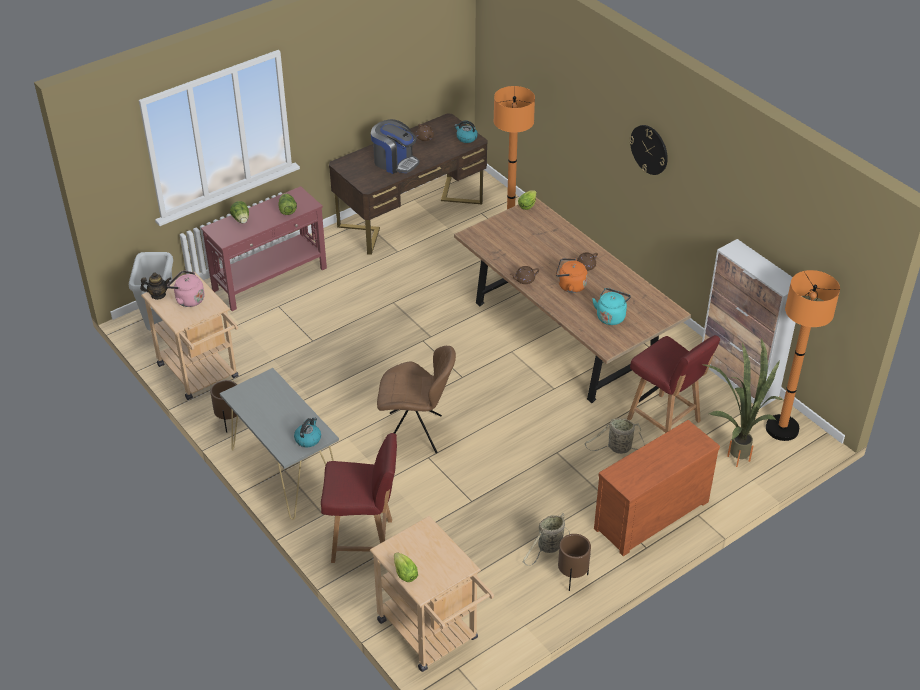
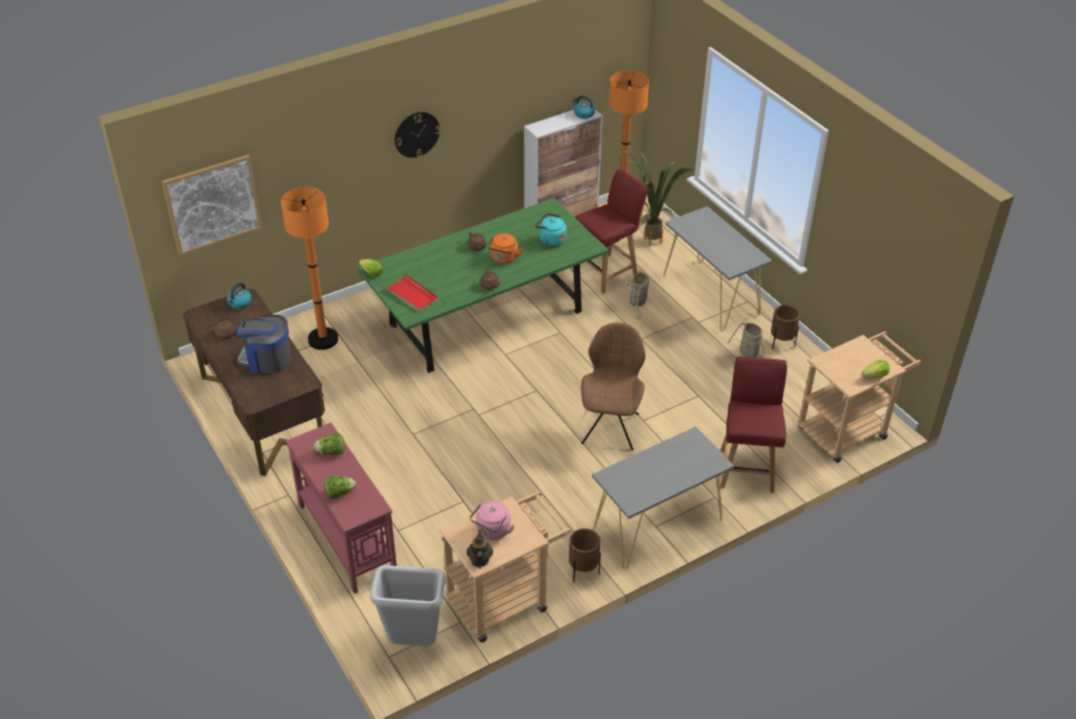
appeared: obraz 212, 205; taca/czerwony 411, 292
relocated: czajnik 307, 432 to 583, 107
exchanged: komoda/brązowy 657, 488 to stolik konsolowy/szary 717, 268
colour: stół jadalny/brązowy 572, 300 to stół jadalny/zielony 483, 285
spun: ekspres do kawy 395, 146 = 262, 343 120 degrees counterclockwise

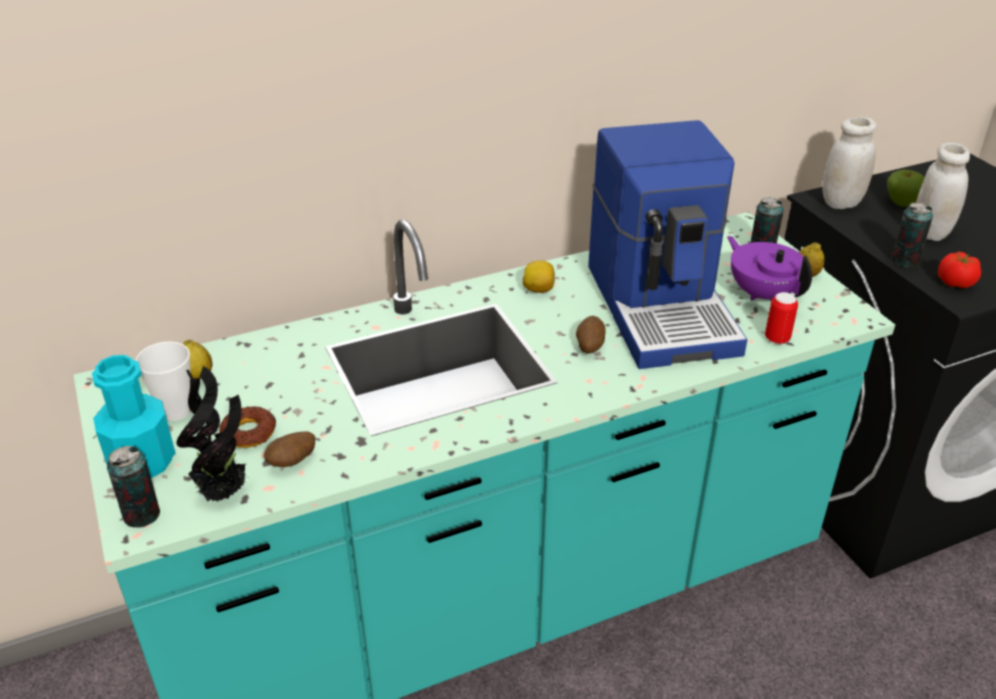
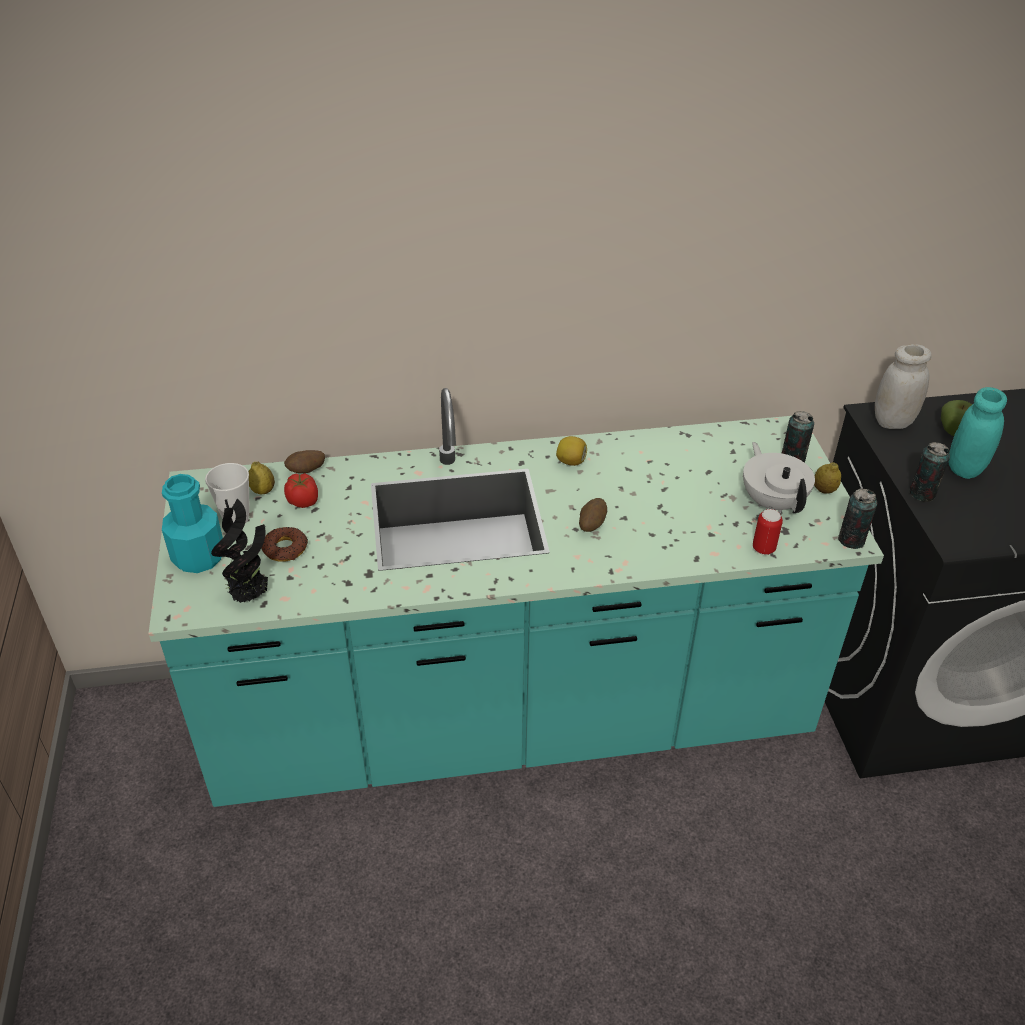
missing: ekspres do kawy 667, 244
relocated: puszka 133, 487 to 857, 519; ziemniak 289, 449 to 304, 461; pomidor 959, 270 to 301, 490
colour: imbryk/fioletowy 769, 268 to imbryk/biały 779, 477; słoik/biały 943, 191 to słoik/turkusowy 978, 433

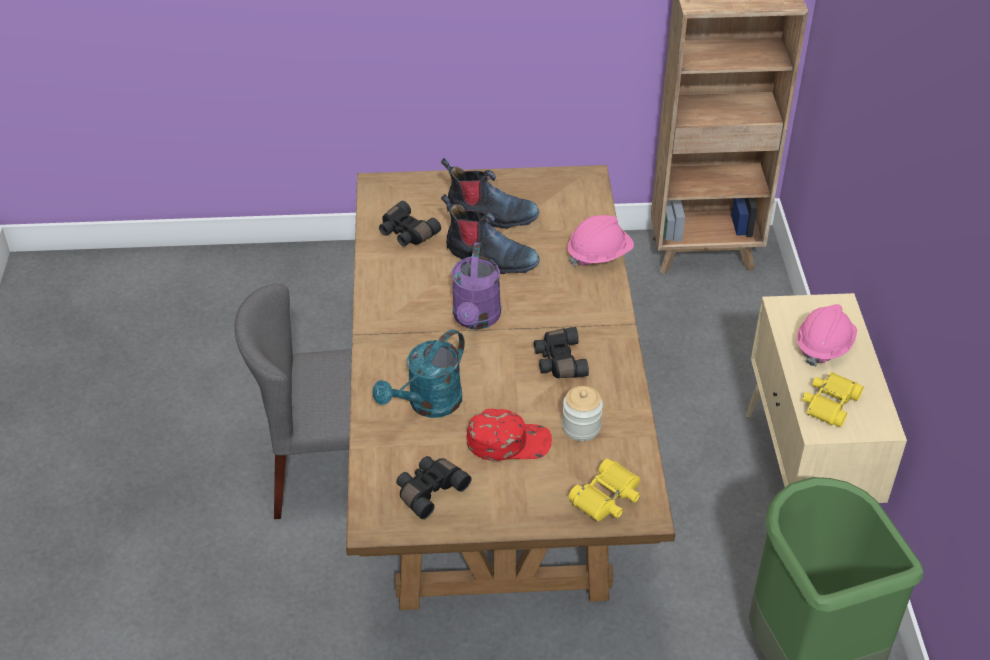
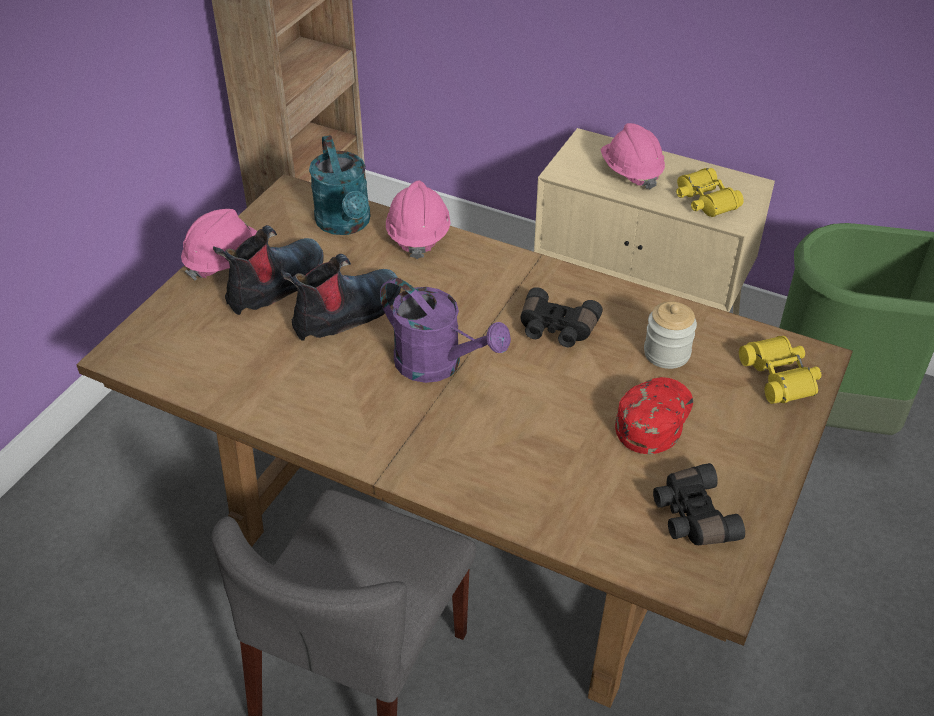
missing: lornetka/czarny 410, 223
appeared: kask/różowy 219, 245
relocated: konewka/turkusowy 419, 373 to 340, 185

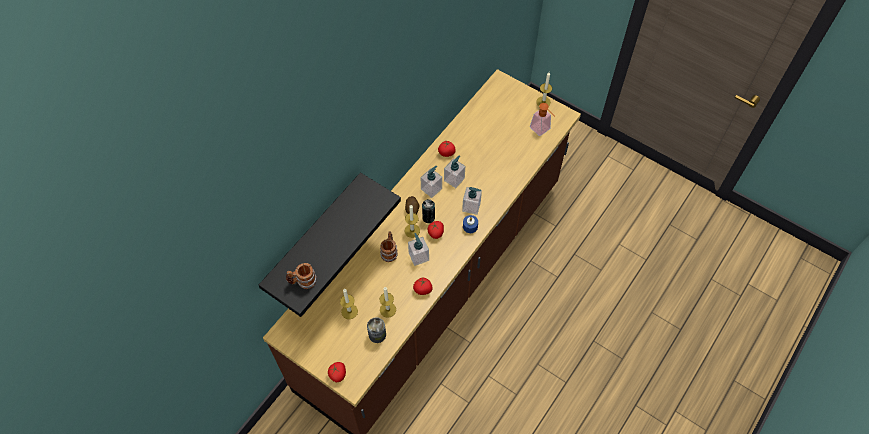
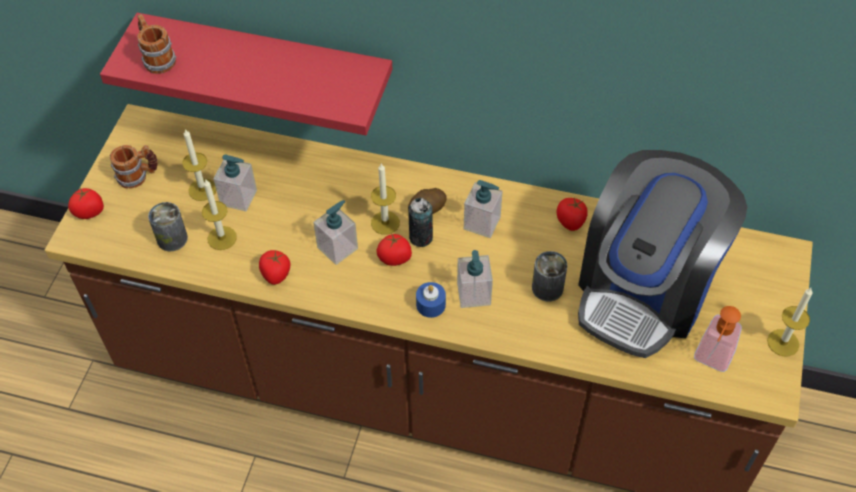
appeared: puszka 549, 276; ekspres do kawy 662, 254
relocated: kubek 389, 246 to 134, 167; dozownik mydła 454, 171 to 235, 182
colour: półka/czarny 330, 244 to półka/czerwony 246, 74

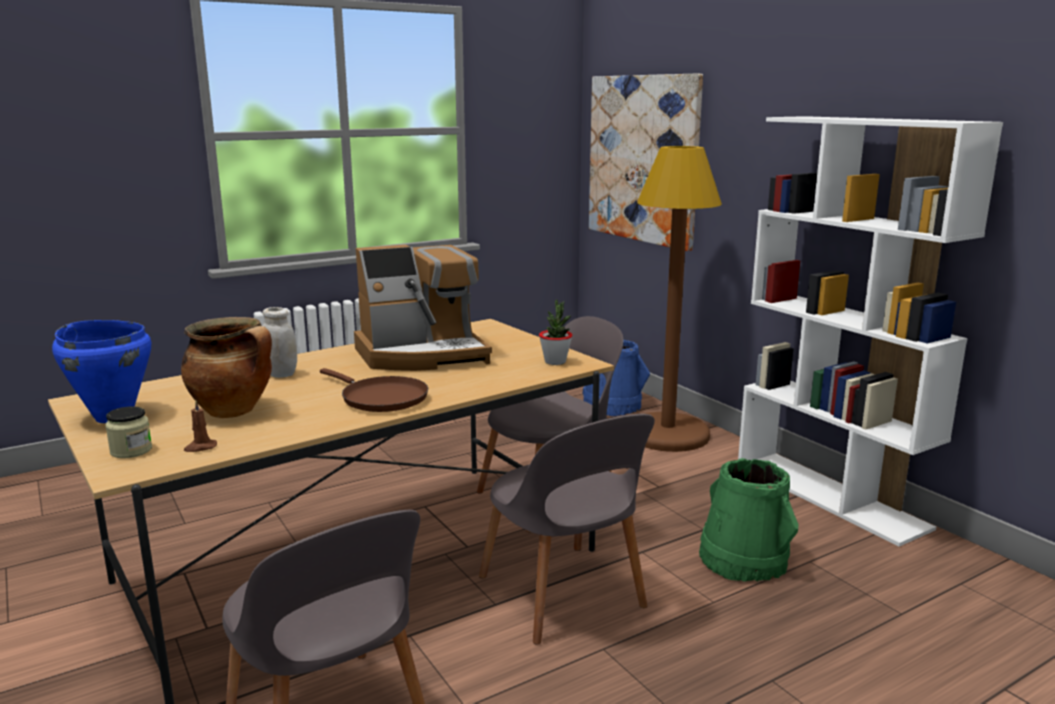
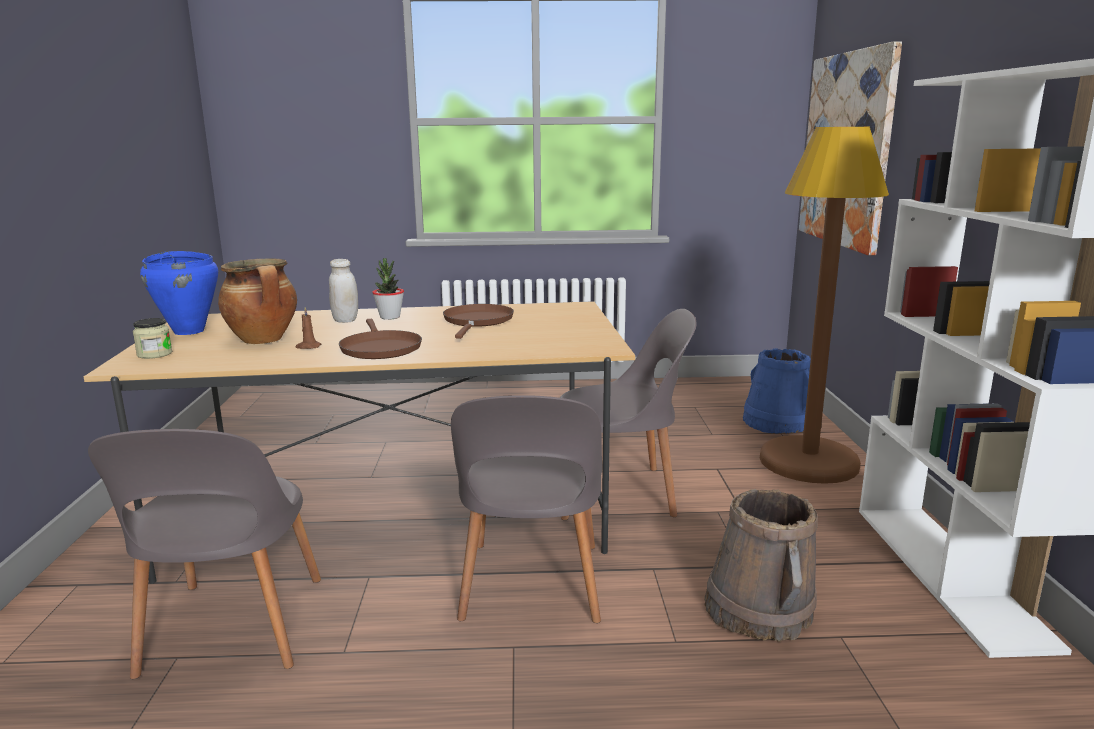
relocated: świeca/brązowy 200, 426 to 309, 328; roślina doniczkowa 555, 332 to 388, 289
exchanged: ekspres do kawy 423, 308 to patelnia/brązowy 478, 321
colour: wiadro/zielony 749, 519 to wiadro/brązowy 761, 565

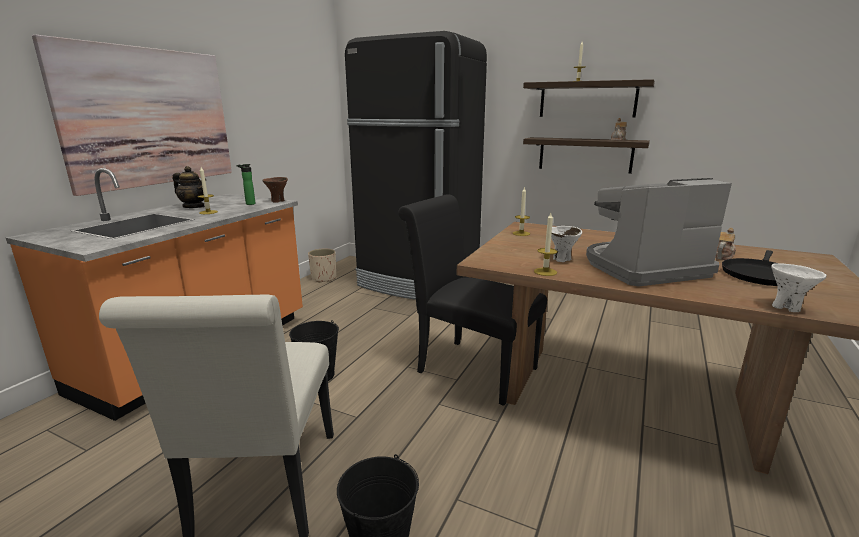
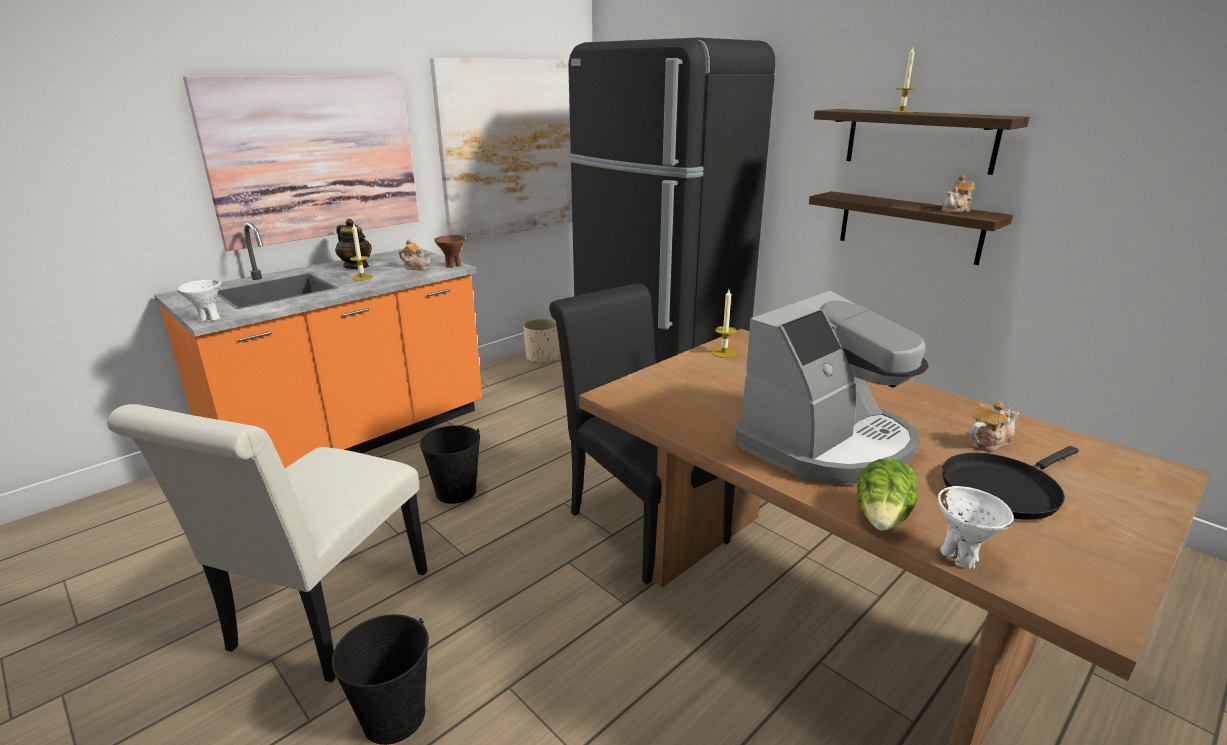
missing: świeca 545, 244
appeared: obraz 501, 150; sałata 887, 494
relocated: miska/biały 566, 244 to 199, 301
exchanged: butelka 246, 184 to imbryk 415, 255
spun: ekspres do kawy 659, 232 = 831, 388 135 degrees clockwise

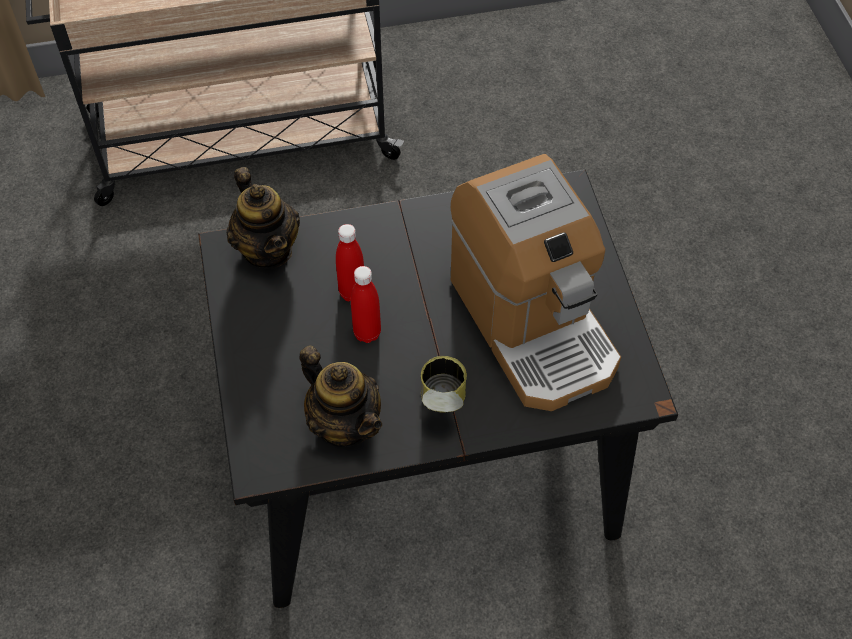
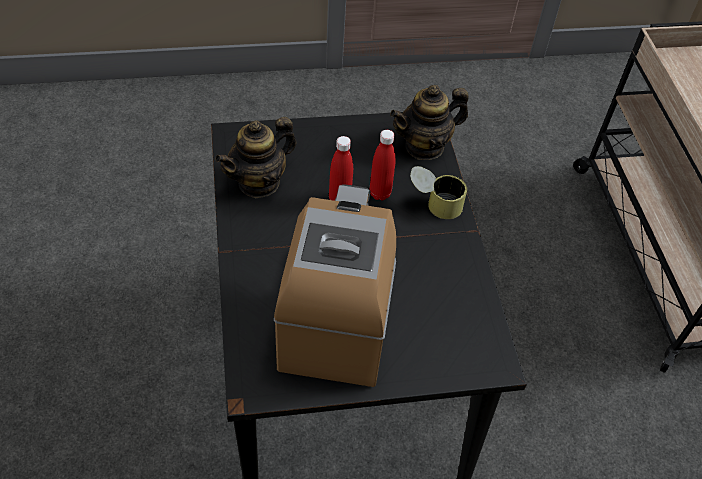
relocated: puszka 444, 384 to 438, 192
spun: ekspres do kawy 536, 282 = 335, 285 120 degrees clockwise

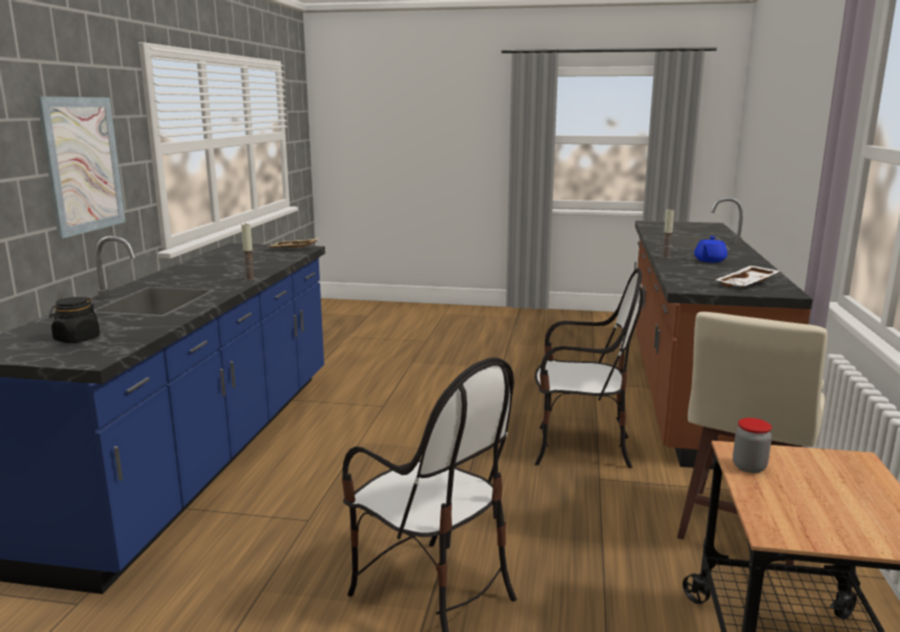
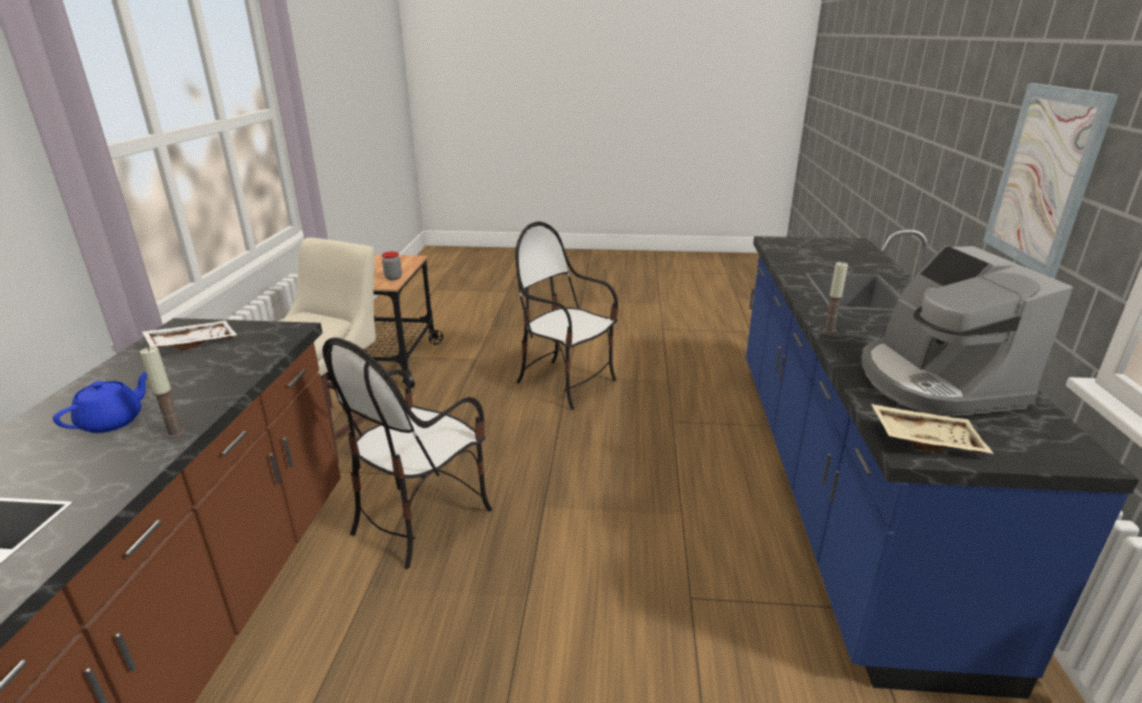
missing: słoik/czarny 74, 320
appeared: ekspres do kawy 967, 330
spun: krzesło 589, 368 = 407, 453 60 degrees counterclockwise

